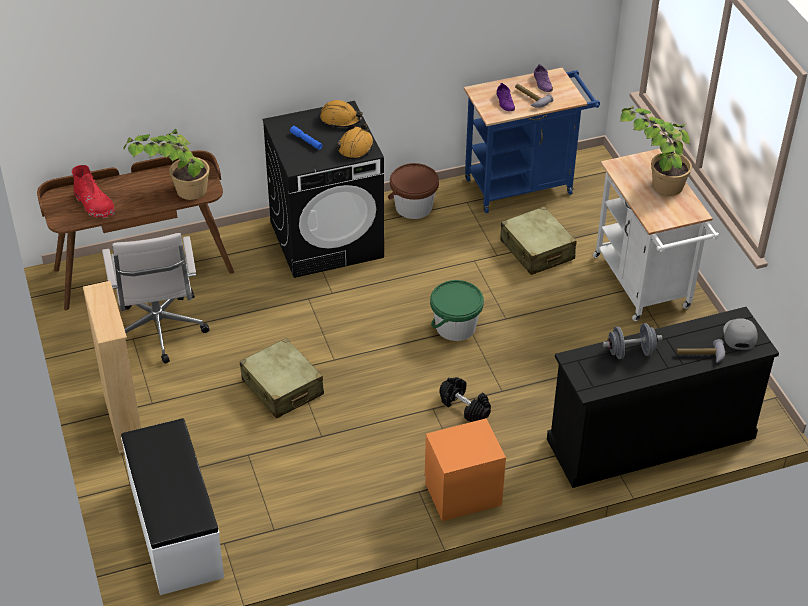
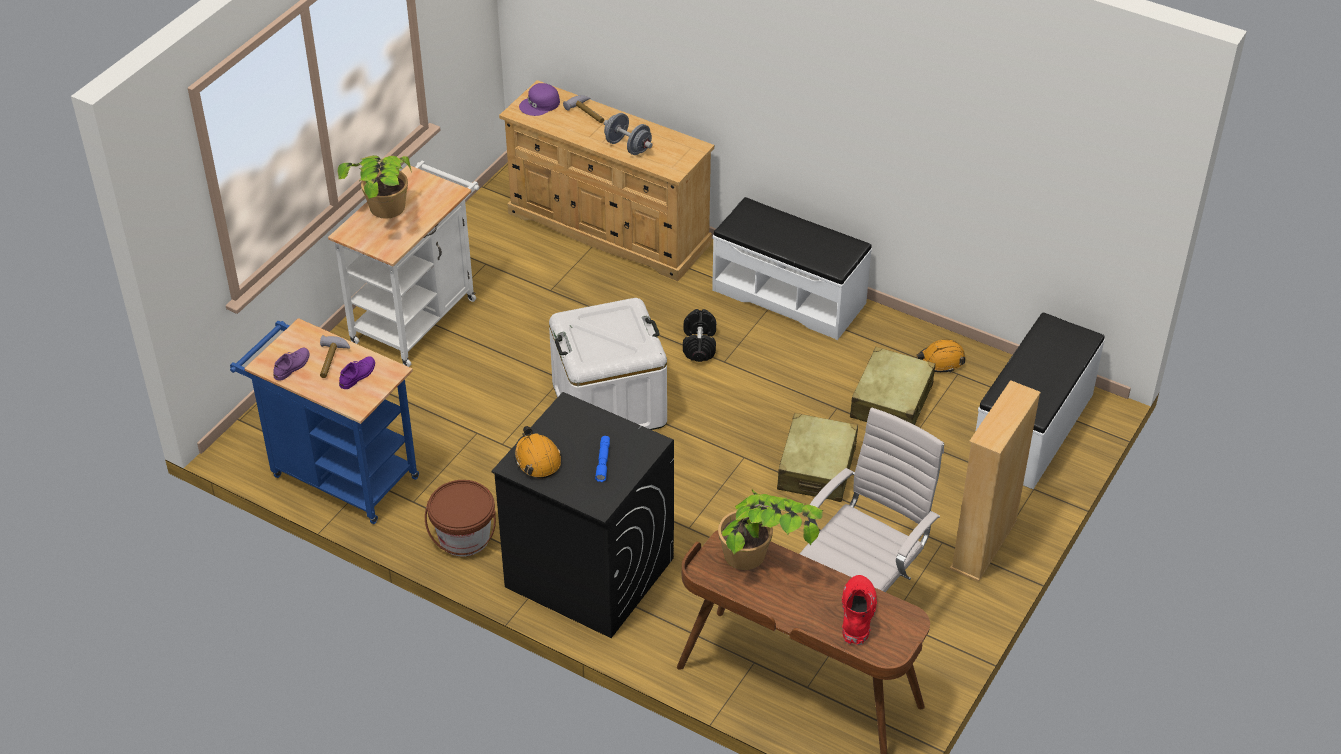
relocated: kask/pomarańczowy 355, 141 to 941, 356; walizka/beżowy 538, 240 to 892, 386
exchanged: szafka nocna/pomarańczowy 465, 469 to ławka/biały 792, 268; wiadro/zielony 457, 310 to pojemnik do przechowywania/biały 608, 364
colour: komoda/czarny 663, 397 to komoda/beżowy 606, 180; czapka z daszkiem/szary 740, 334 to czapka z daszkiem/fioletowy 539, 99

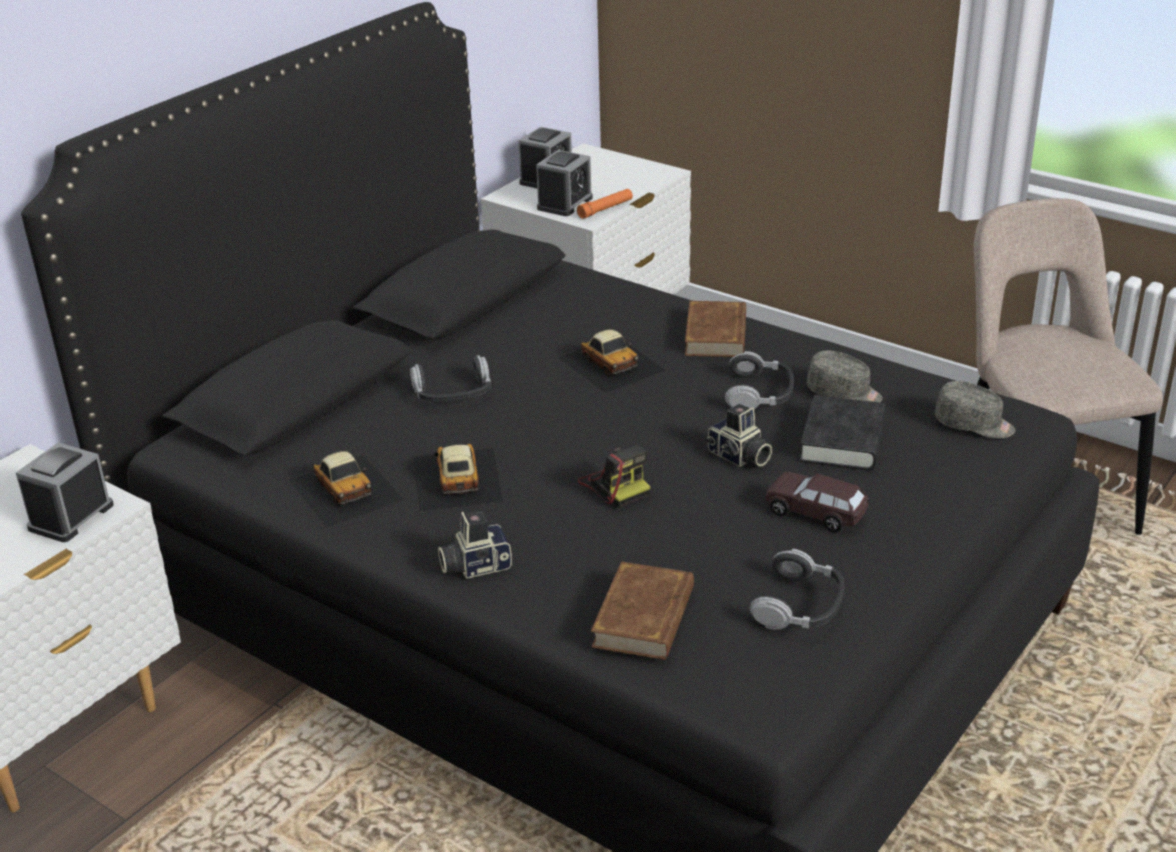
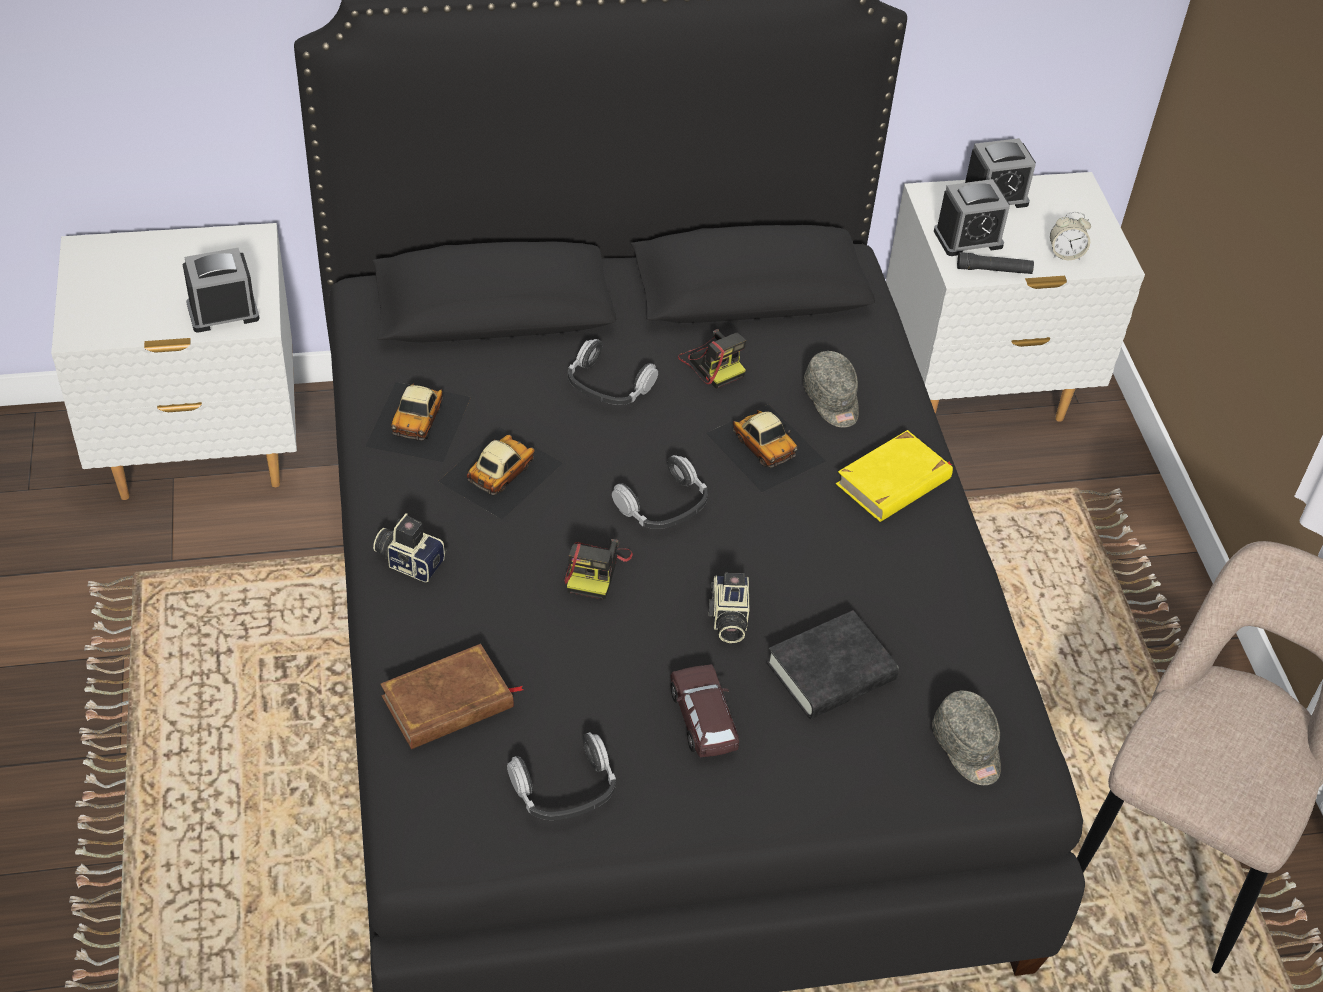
appeared: aparat fotograficzny 712, 359; budzik 1070, 236
relocated: słuchawki 759, 380 to 660, 492; czapka z daszkiem/szary 845, 376 to 831, 389
colour: latarka/pomarańczowy 605, 204 to latarka/czarny 995, 263; książka/brązowy 715, 329 to książka/żółty 894, 476
spun: samochodzik 611, 361 = 766, 448 45 degrees counterclockwise

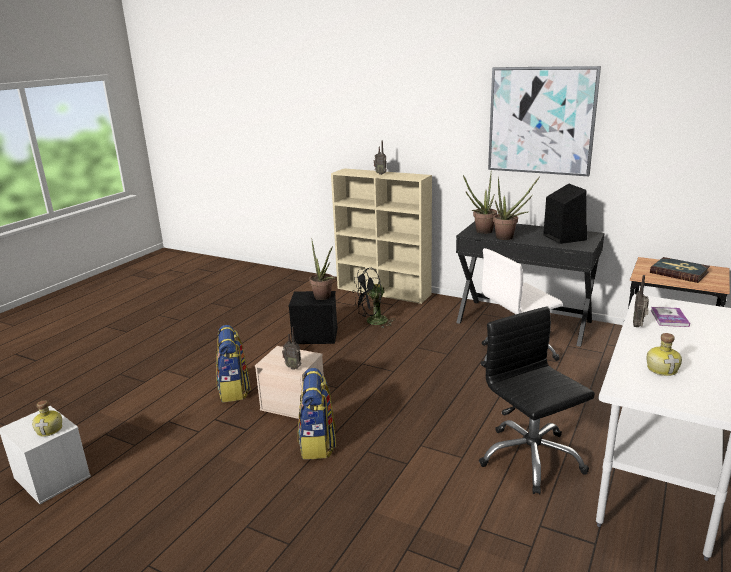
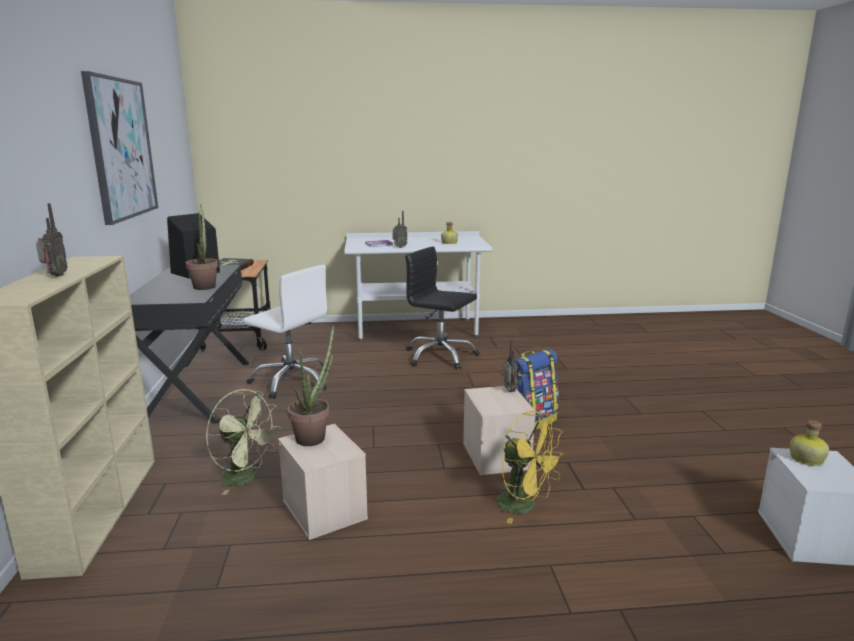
missing: roślina doniczkowa 480, 203
exchanged: plecak 233, 364 to wentylator/żółty 530, 467
colour: pojemnik do przechowywania/czarny 313, 317 to pojemnik do przechowywania/beżowy 323, 482; wentylator/czarny 373, 298 to wentylator/zielony 243, 442
spun: krzesło biurowe/czarny 537, 400 = 442, 307 90 degrees clockwise

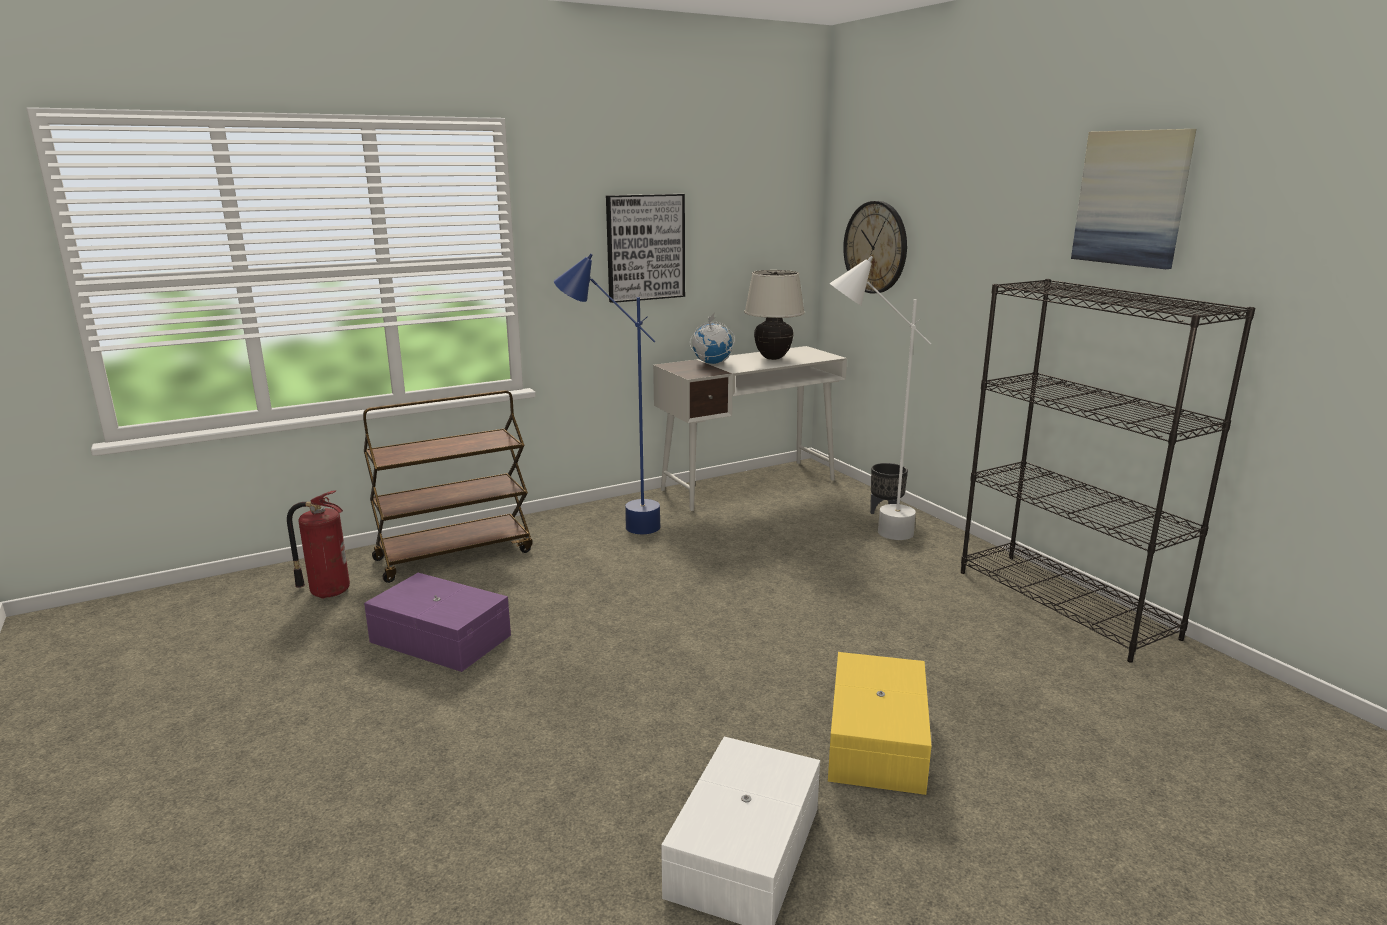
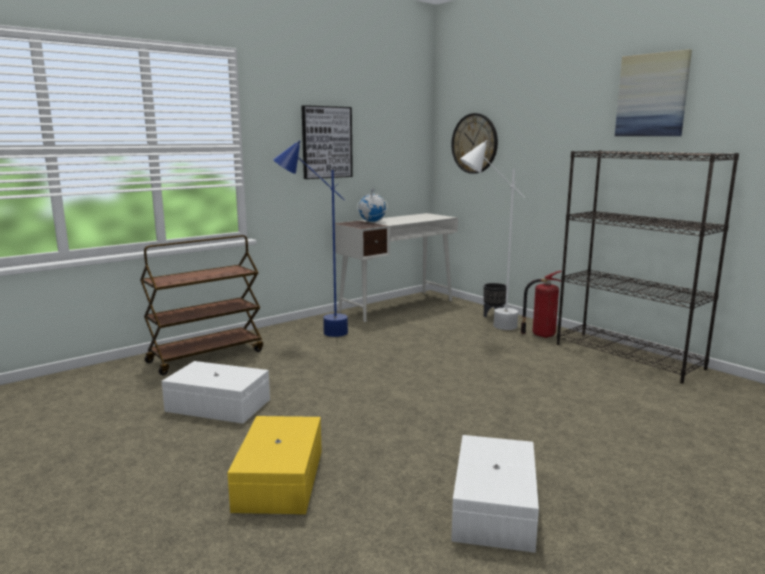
missing: lampa stołowa/beżowy 774, 315
relocated: gaśnica 318, 544 to 541, 304; pojemnik do przechowywania/żółty 879, 723 to 274, 465
colour: pojemnik do przechowywania/fioletowy 437, 622 to pojemnik do przechowywania/biały 216, 392

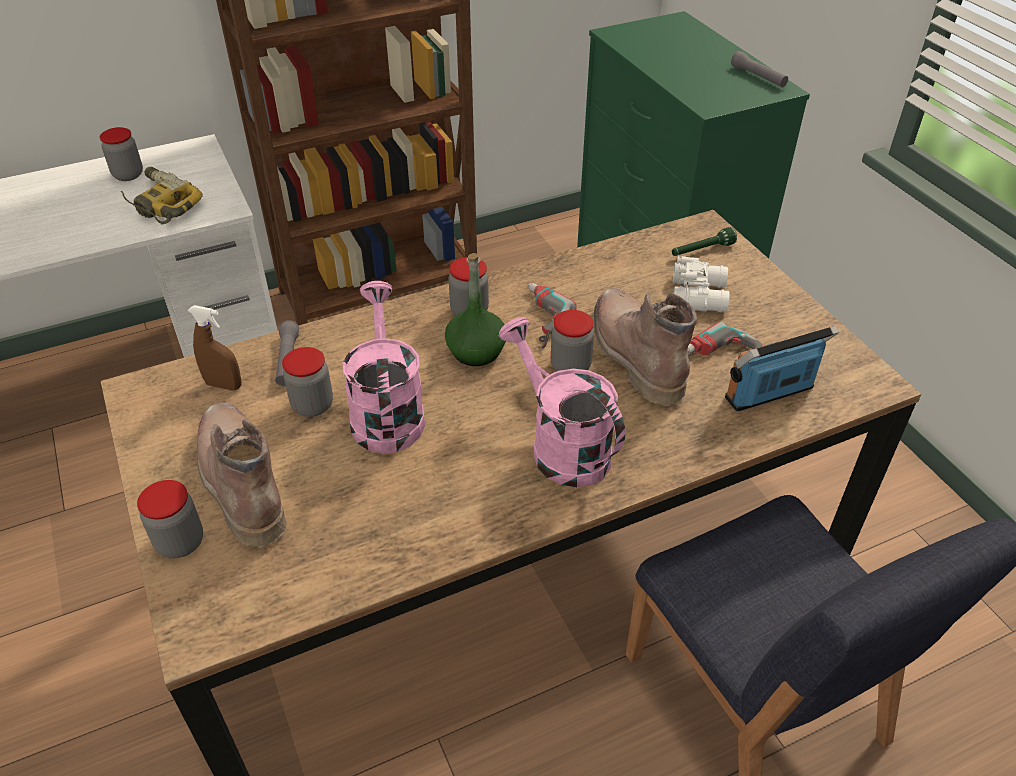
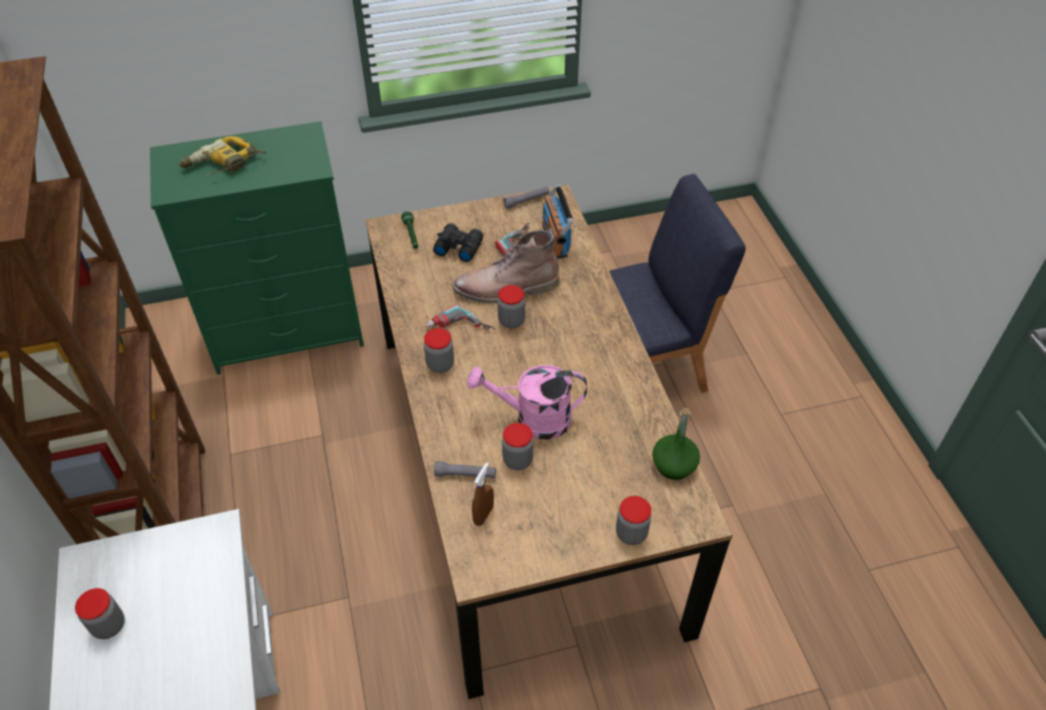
missing: but z cholewką/brązowy 242, 474; konewka/różowy 562, 402
relocated: wiertarka 162, 195 to 222, 156; butelka/zielony 475, 309 to 676, 444; latarka/szary 759, 69 to 526, 197
colour: lornetka/biały 701, 284 to lornetka/czarny 458, 242

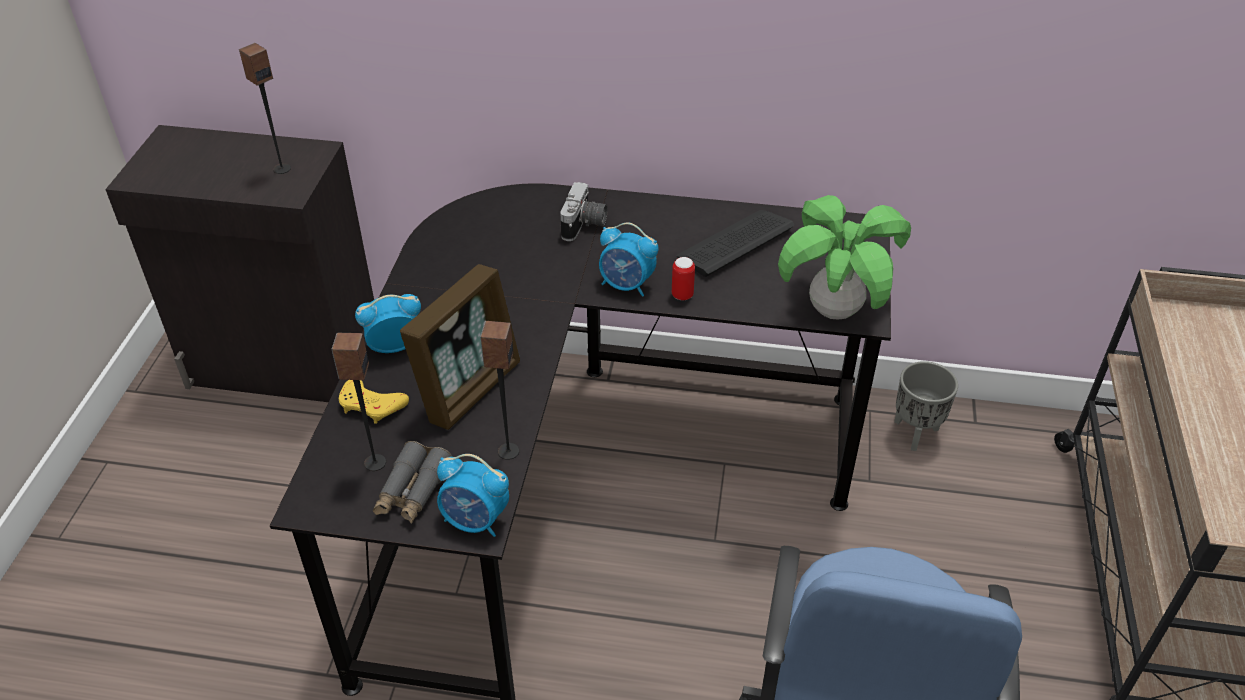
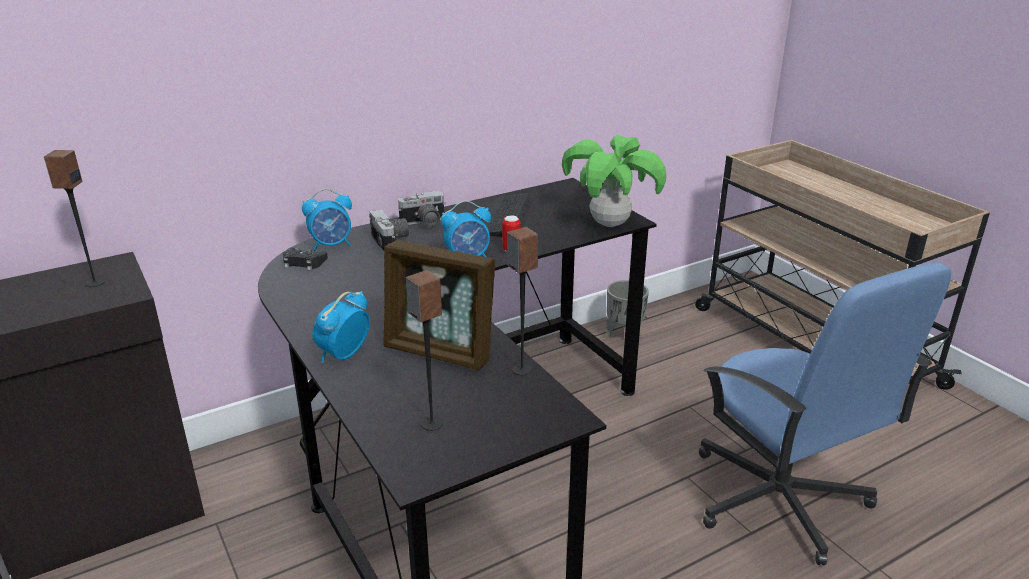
missing: pad do gier/żółty 374, 402; lornetka/szary 412, 482
appeared: pad do gier/czarny 305, 259; aparat fotograficzny 422, 209
relocated: budzik 473, 495 to 327, 220
spun: ramka na zdjęcie 460, 347 = 439, 305 120 degrees clockwise

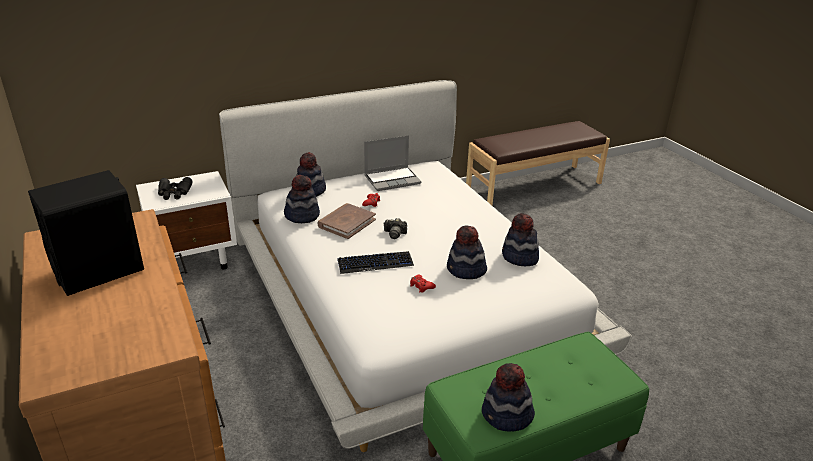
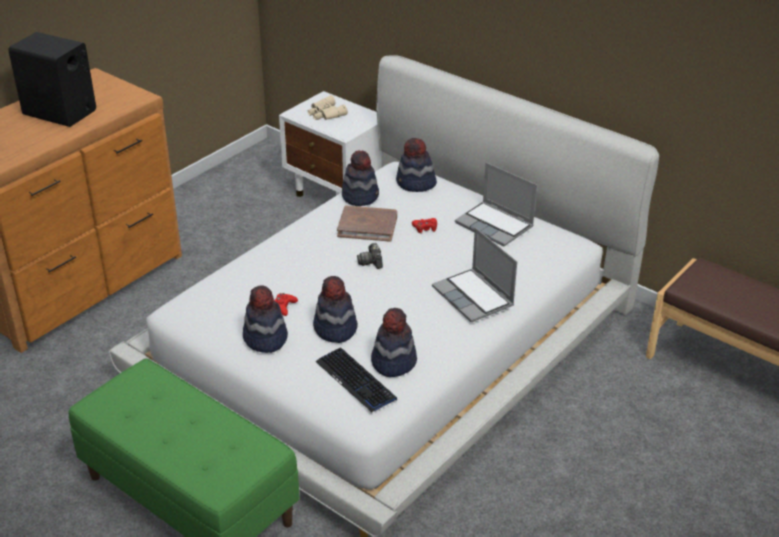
appeared: laptop 474, 275
relocated: klawiatura 375, 262 to 356, 379; kapelusz 508, 397 to 265, 319
colour: lornetka/czarny 175, 188 to lornetka/beżowy 328, 107

